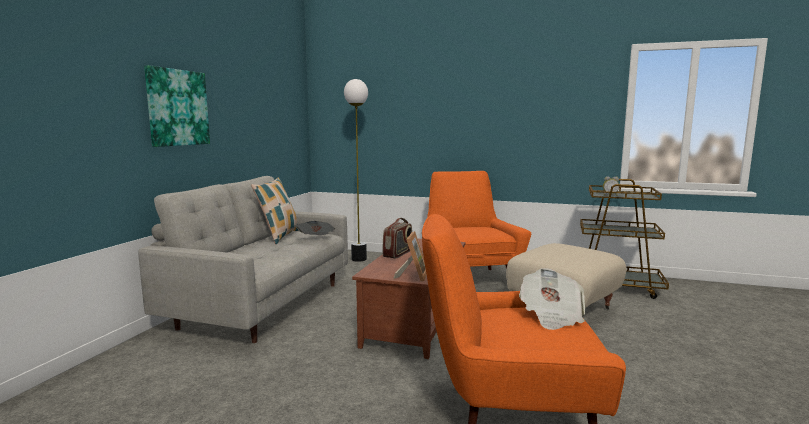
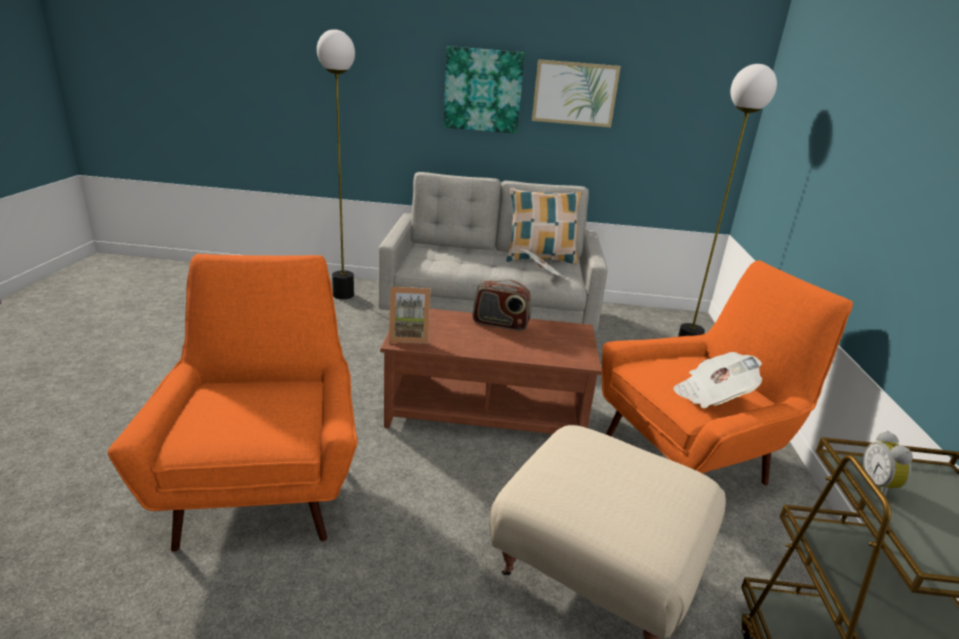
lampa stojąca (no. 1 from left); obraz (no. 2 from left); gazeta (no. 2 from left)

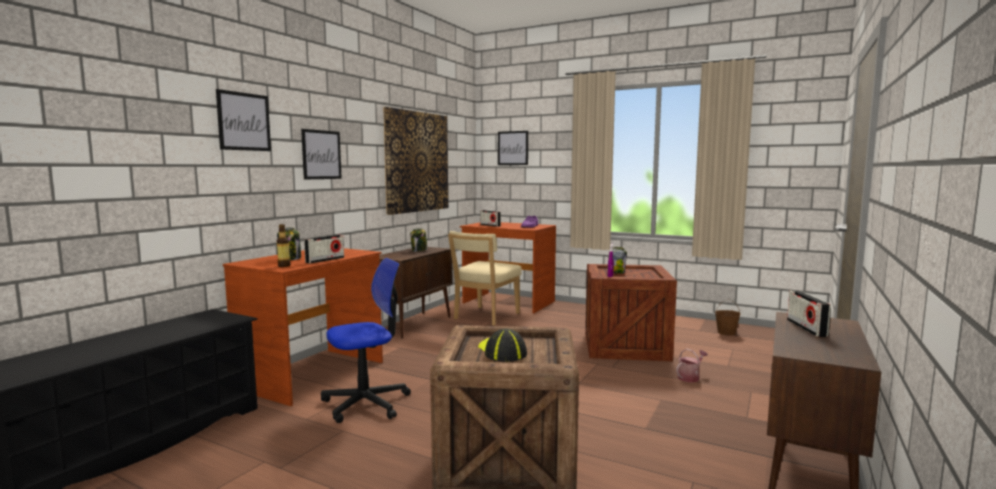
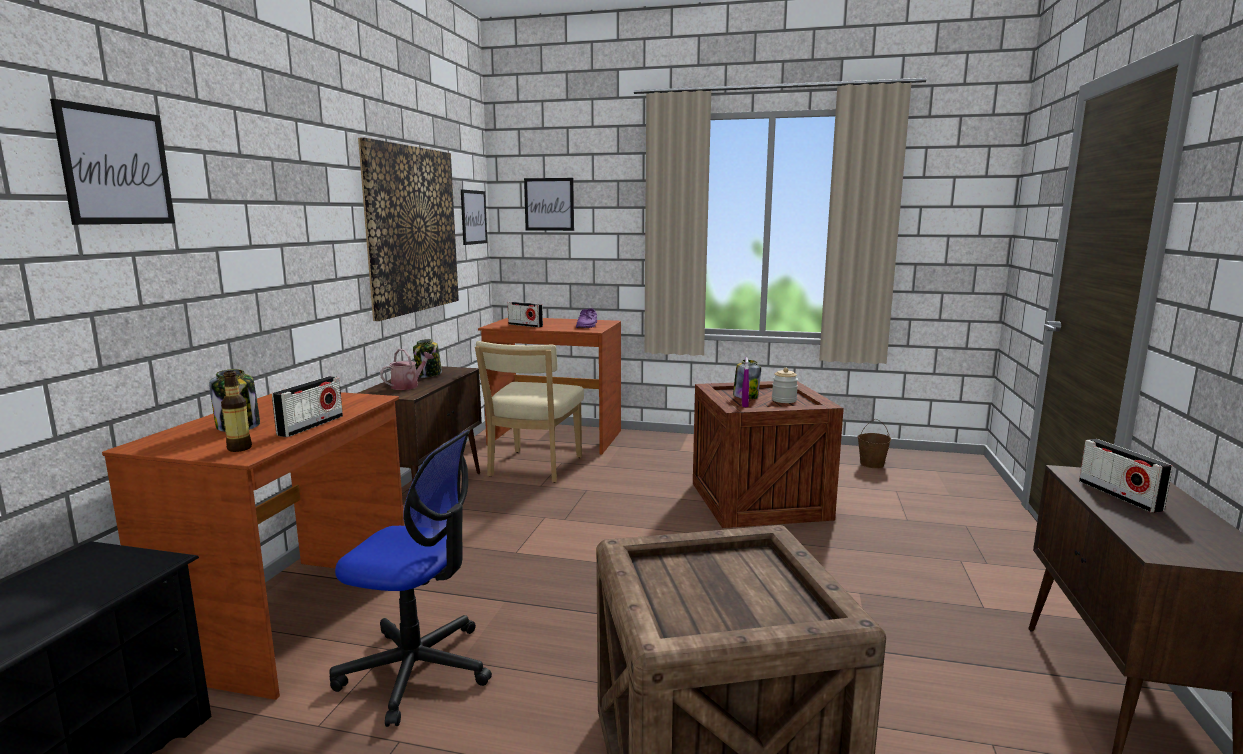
krzesło biurowe; konewka; obraz (no. 3 from left); słoik (no. 4 from left); czapka z daszkiem

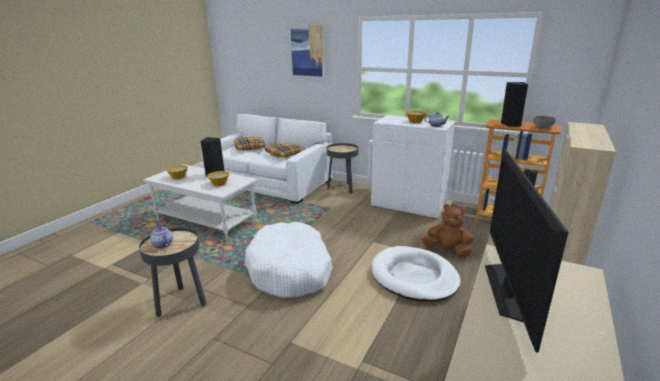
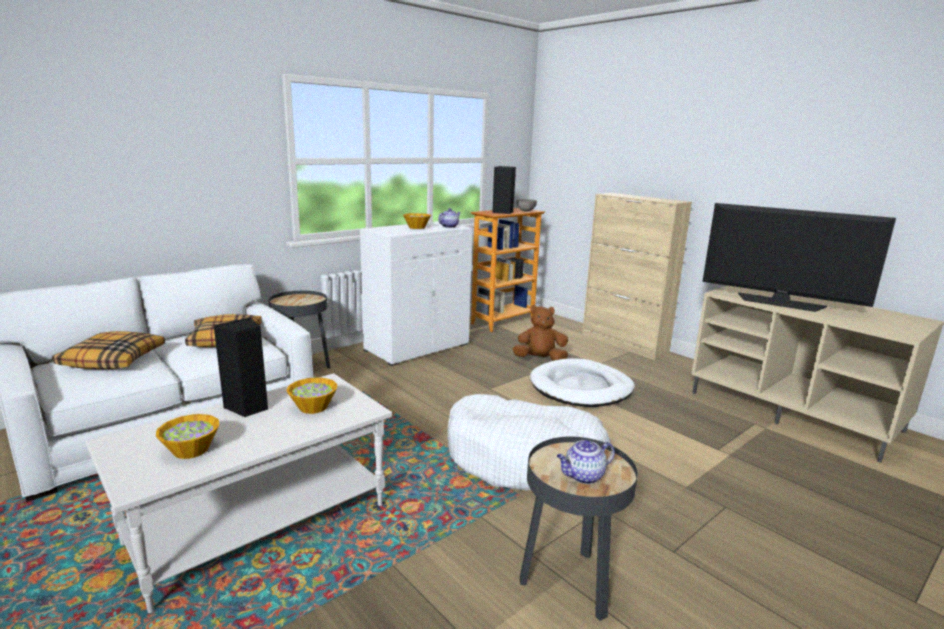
pluszak/brązowy; obraz

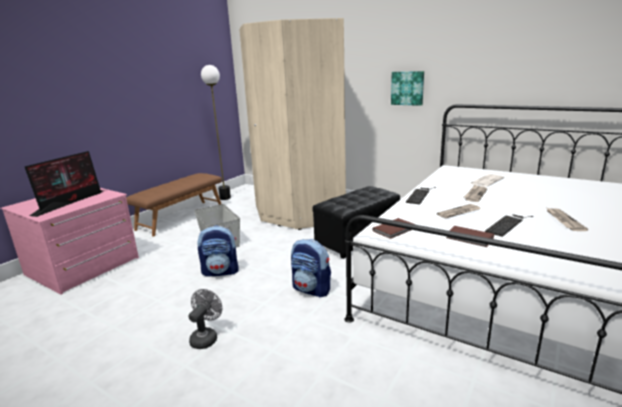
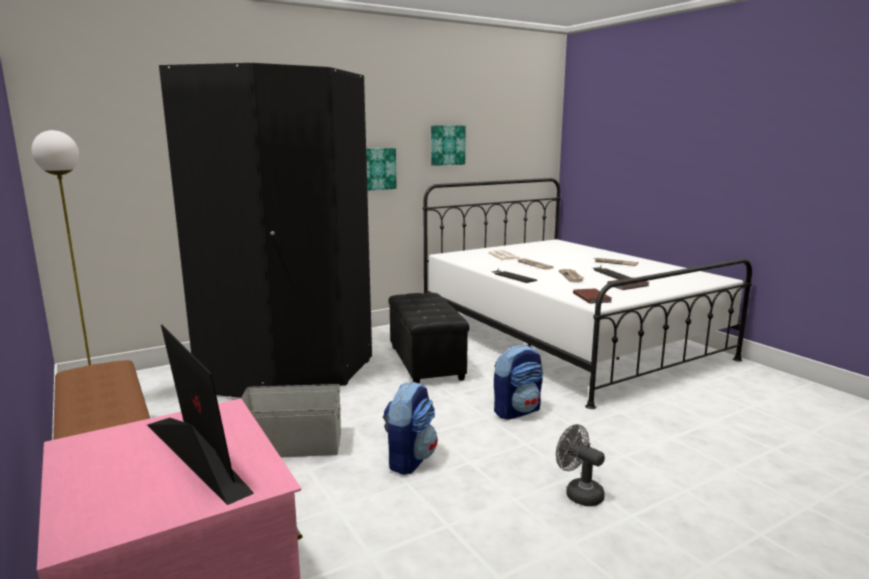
szafa/czarny; obraz (no. 2 from left)

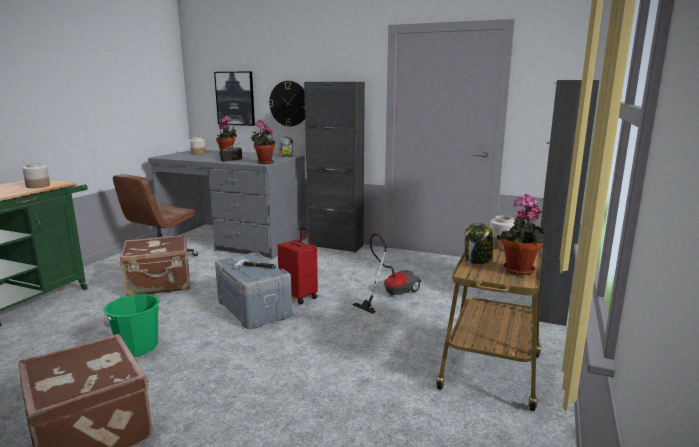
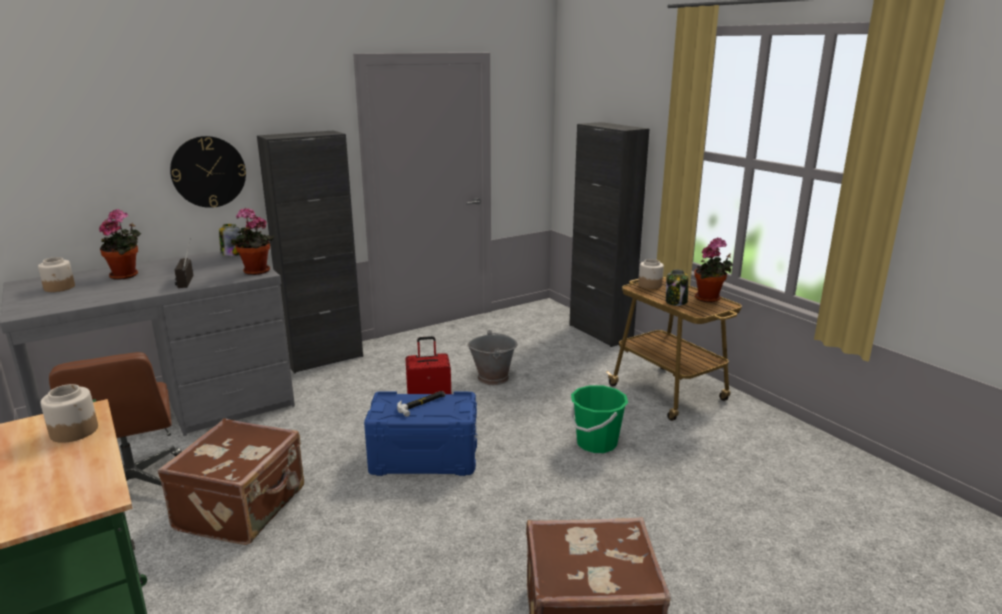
pojemnik do przechowywania/niebieski; wiadro/szary; wiadro/zielony; obraz

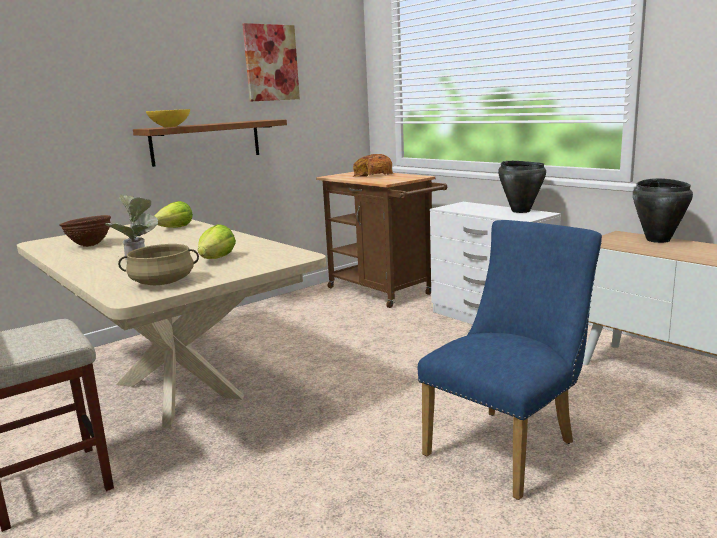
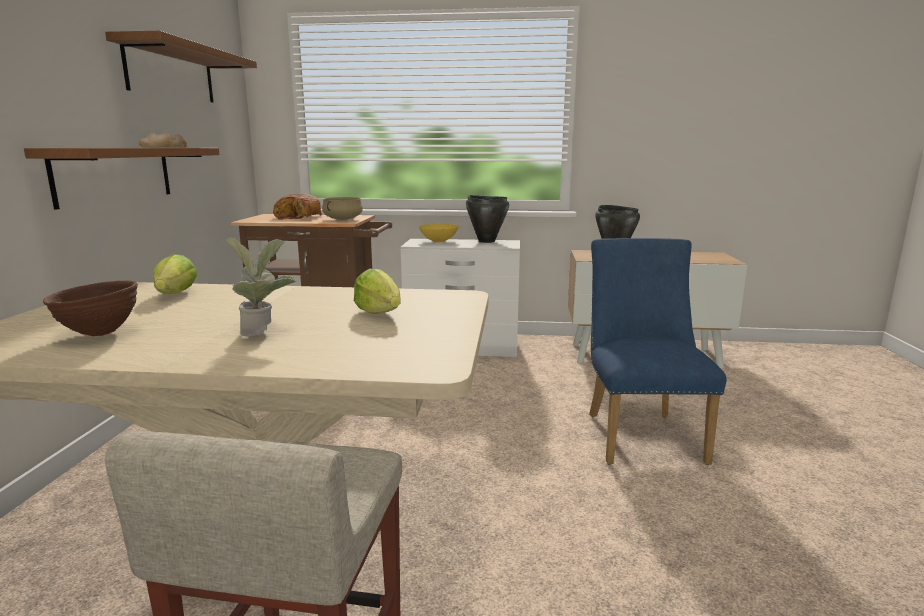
półka (no. 2 from left); chleb (no. 1 from left); garnek/beżowy; miska/żółty

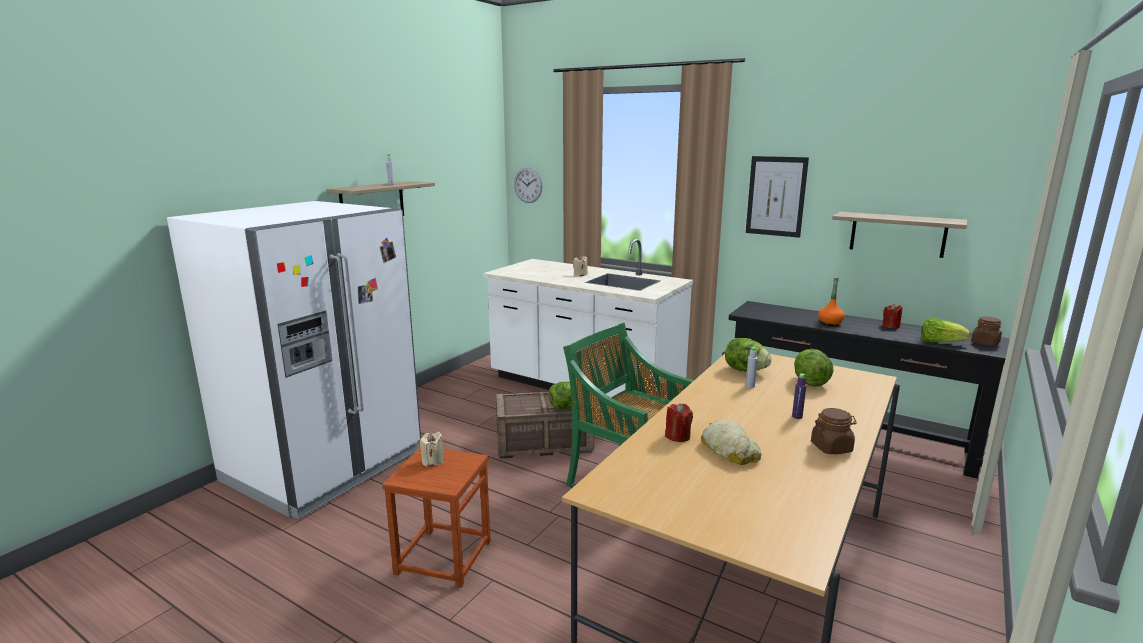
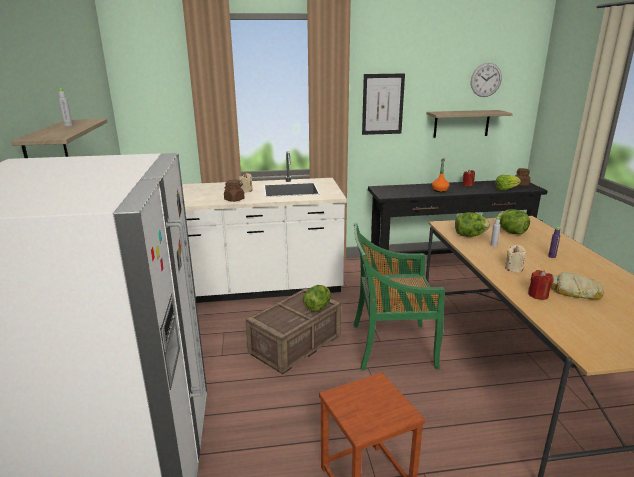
słoik/brązowy (no. 1 from left); zegar ścienny; świeca/beżowy (no. 2 from left)

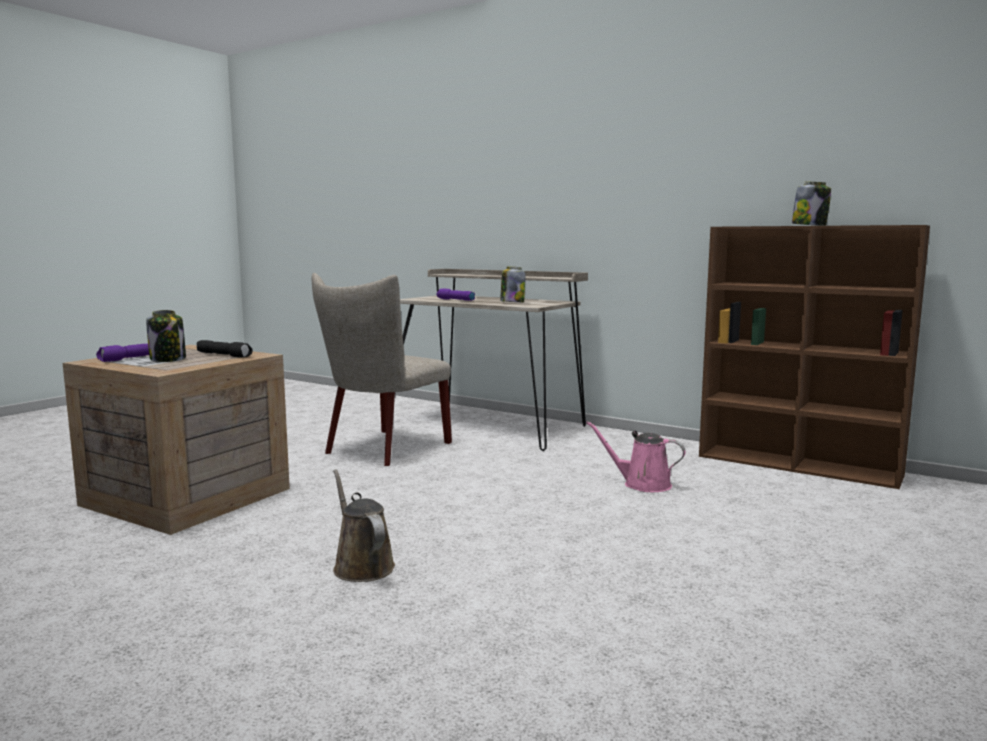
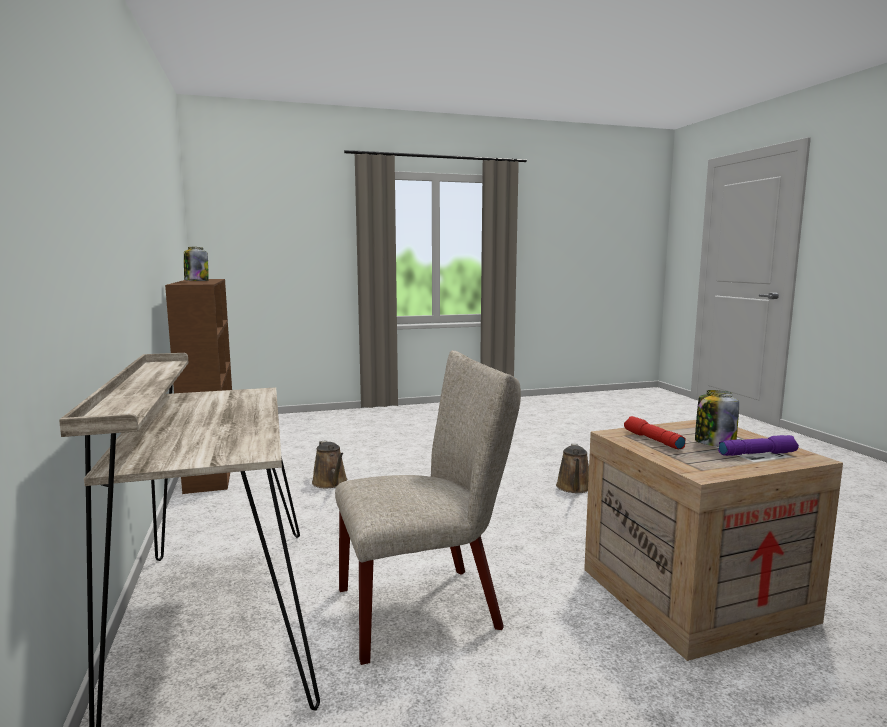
konewka/brązowy (no. 1 from left); latarka/czerwony; latarka/fioletowy (no. 2 from left in the first image); słoik (no. 2 from left in the first image)

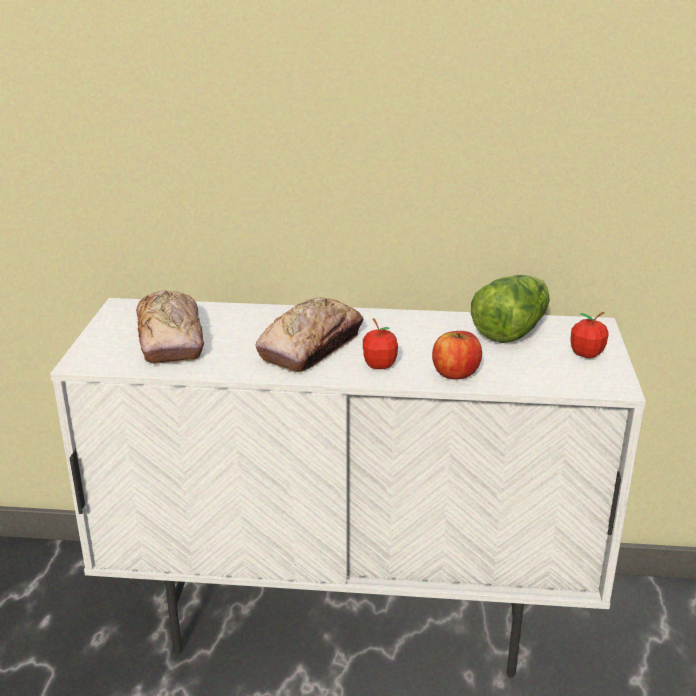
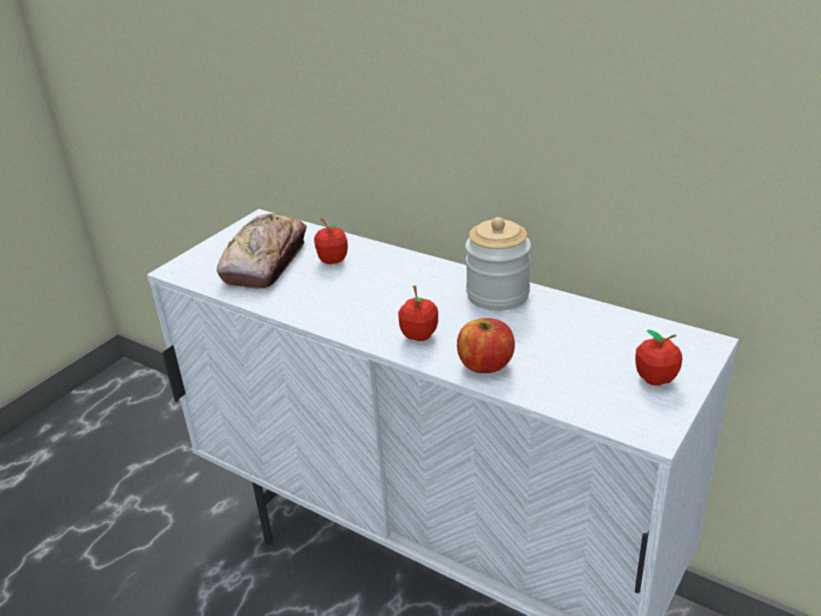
jabłko (no. 1 from left); słoik; chleb (no. 2 from left in the first image); sałata

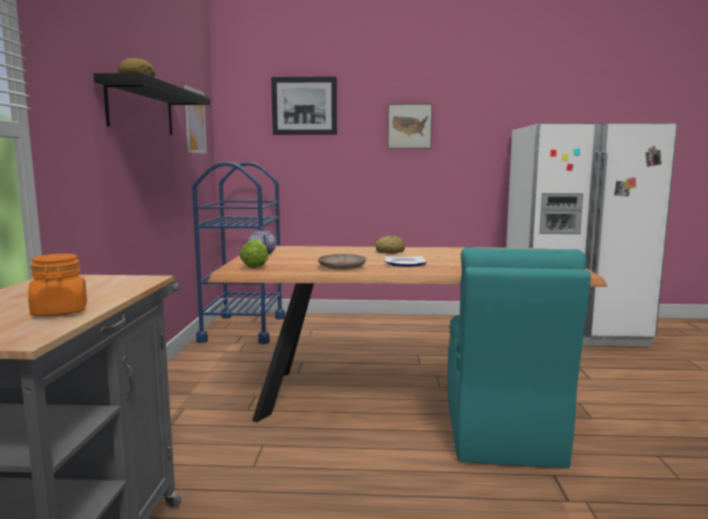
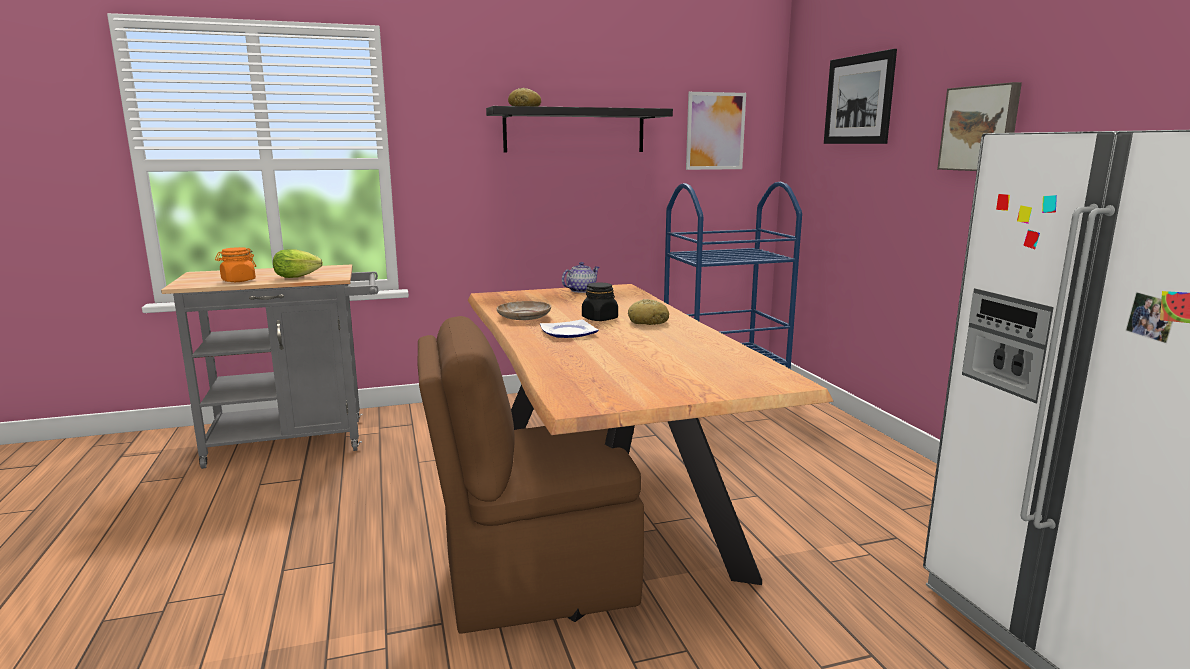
sałata; krzesło/brązowy; słoik/czarny

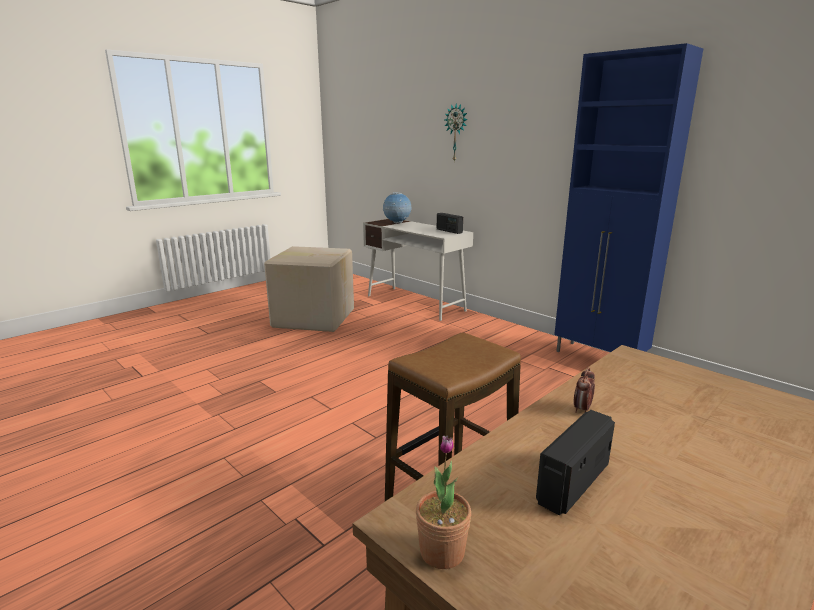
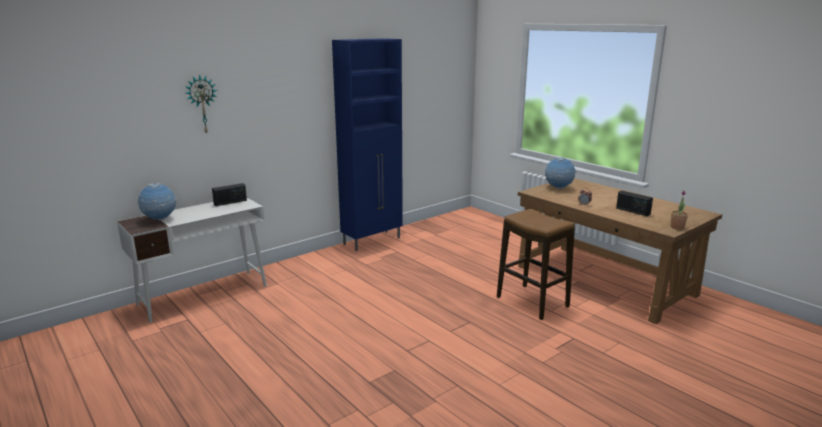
globus (no. 2 from left); karton

